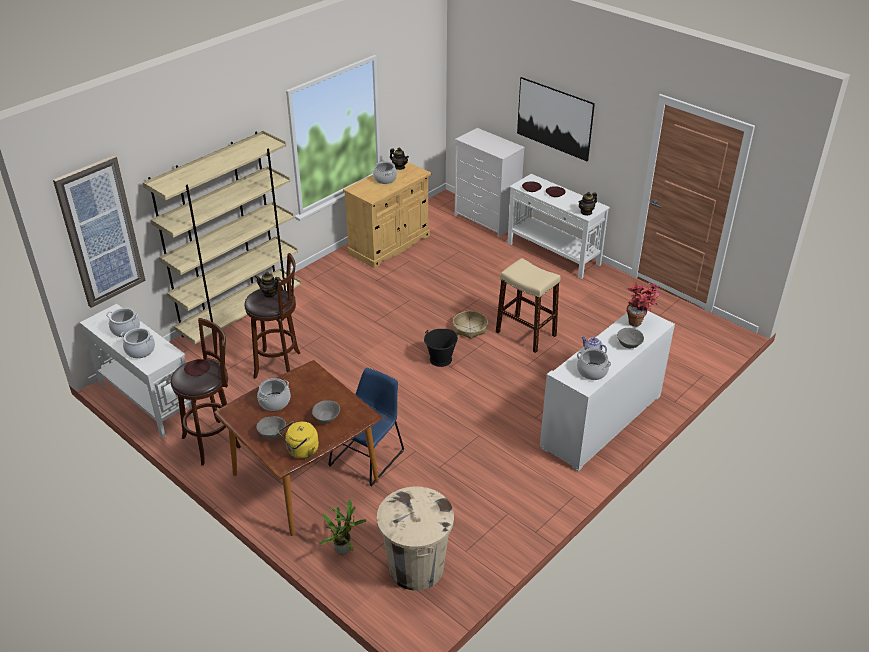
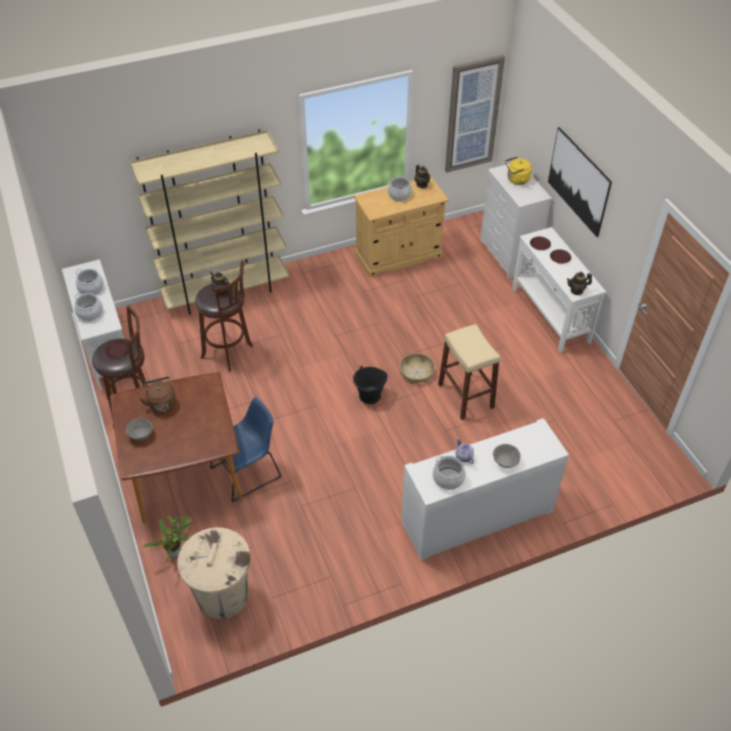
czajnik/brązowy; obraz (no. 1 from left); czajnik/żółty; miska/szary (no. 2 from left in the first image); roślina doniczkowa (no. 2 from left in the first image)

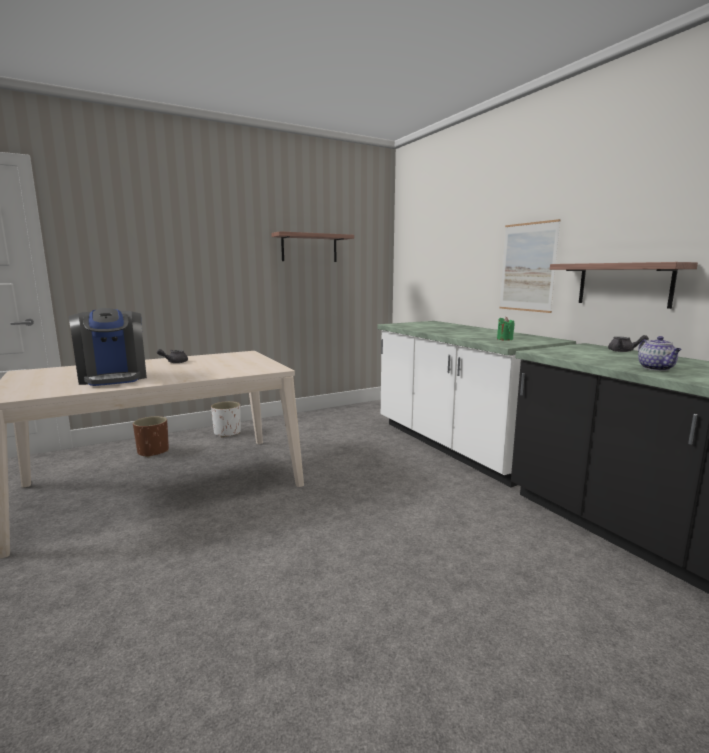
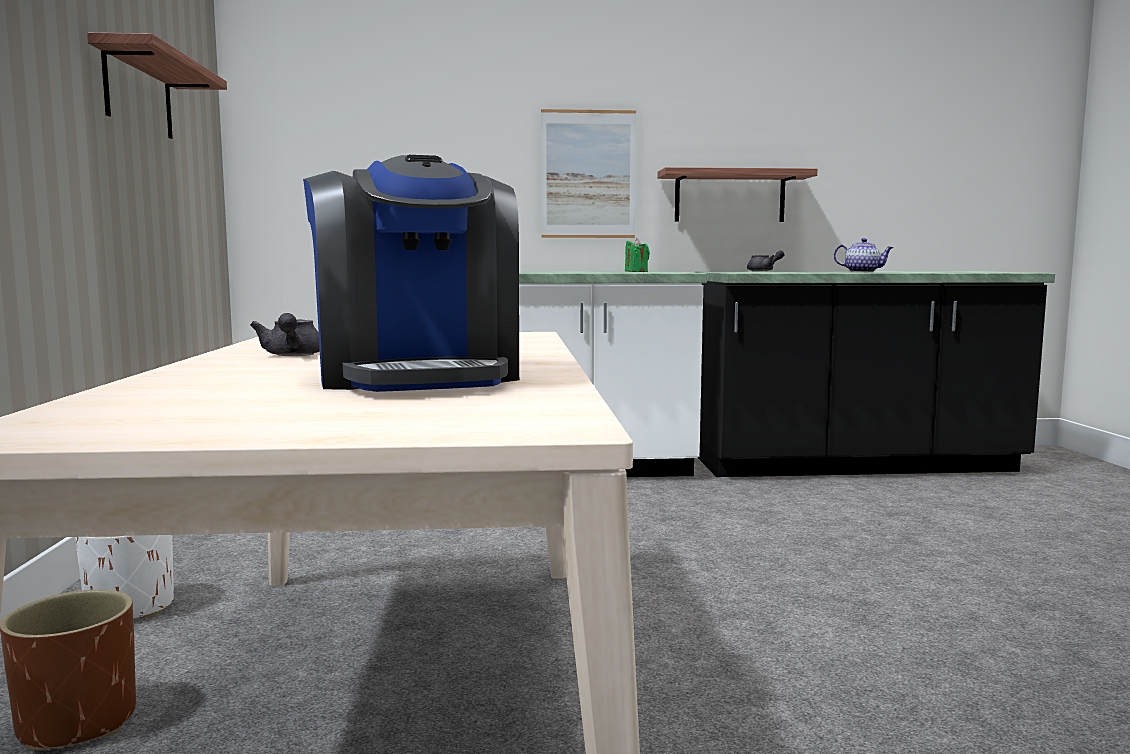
ekspres do kawy

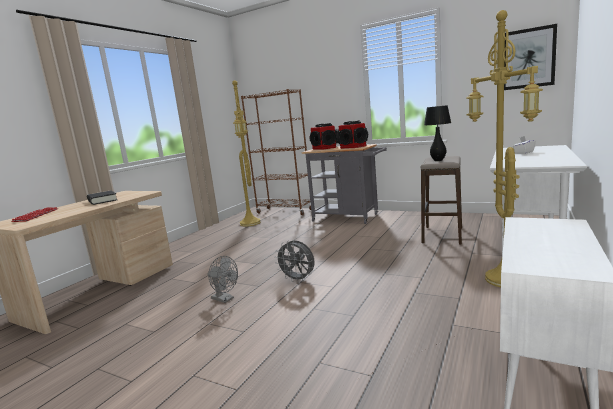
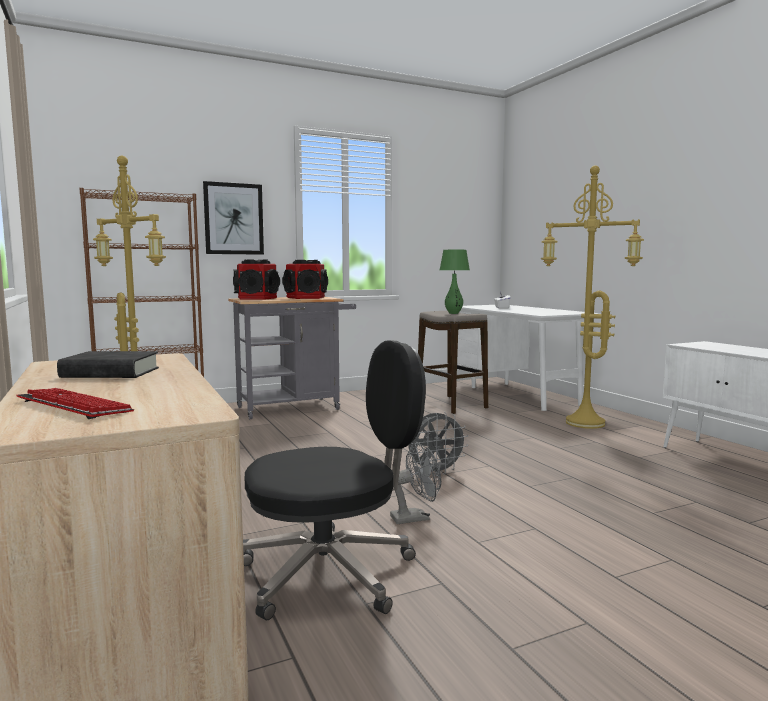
obraz; krzesło biurowe/czarny; lampa stołowa/zielony

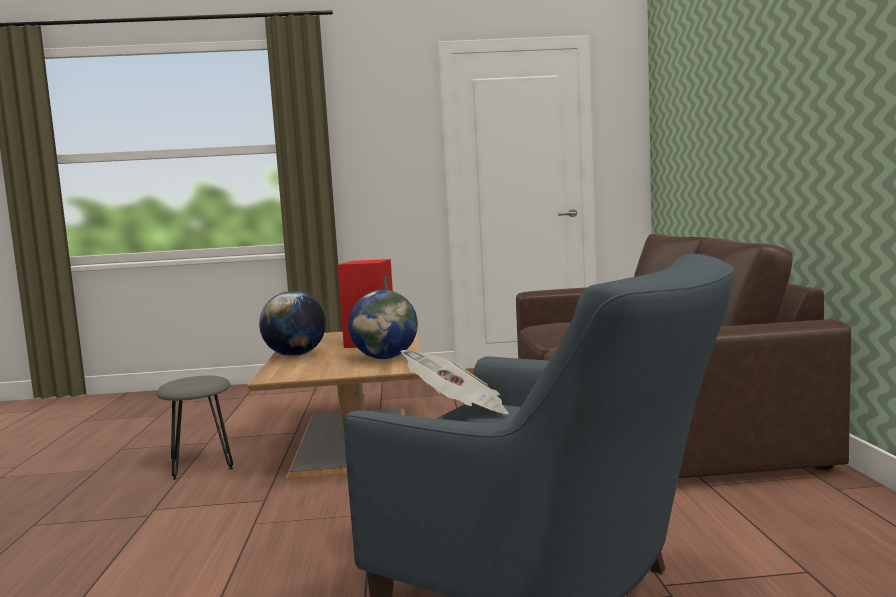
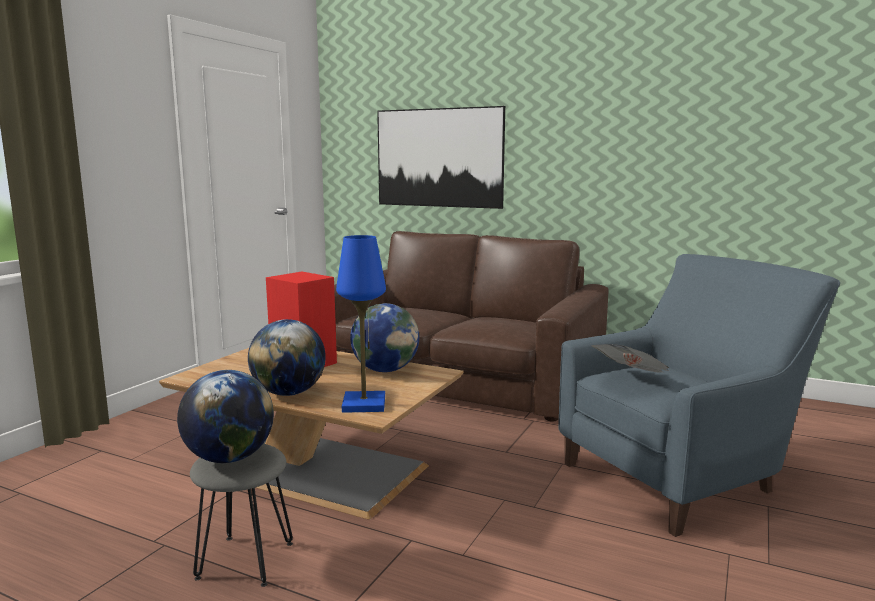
globus (no. 1 from left); lampa stołowa/niebieski; obraz

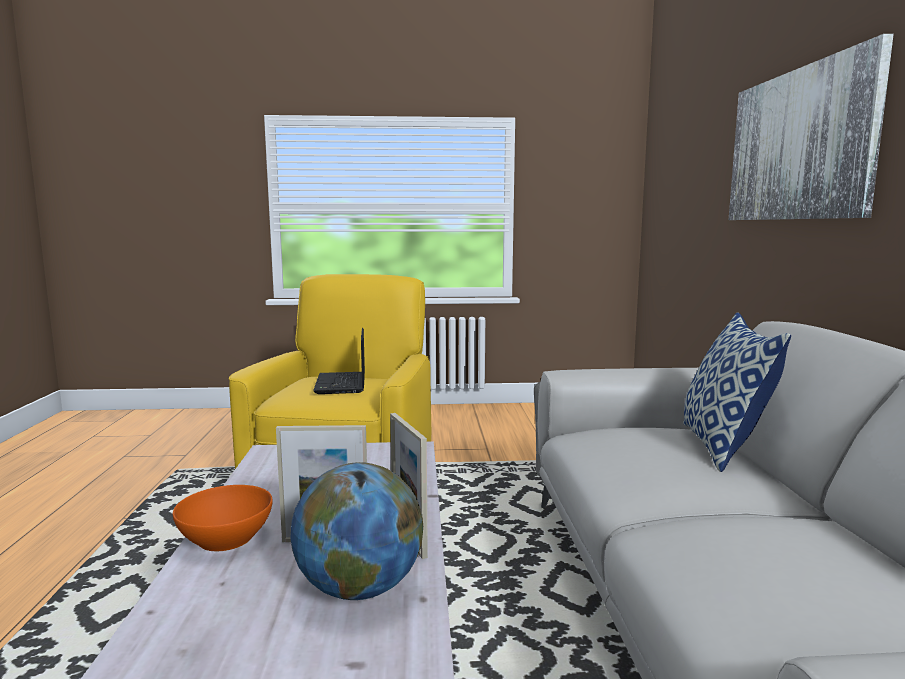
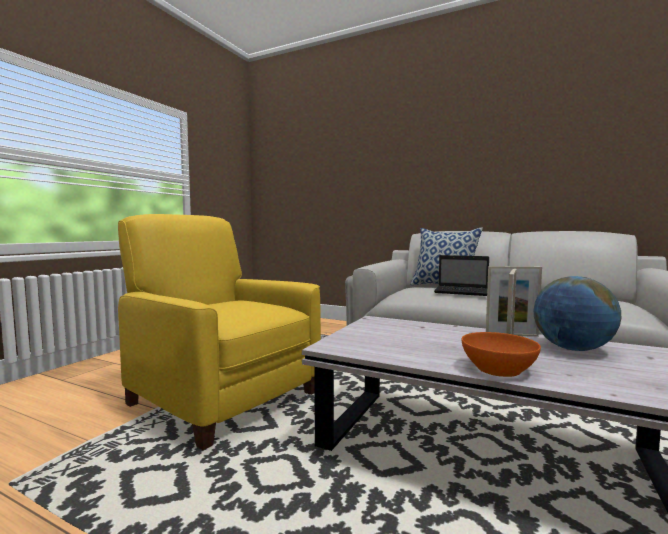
laptop; obraz

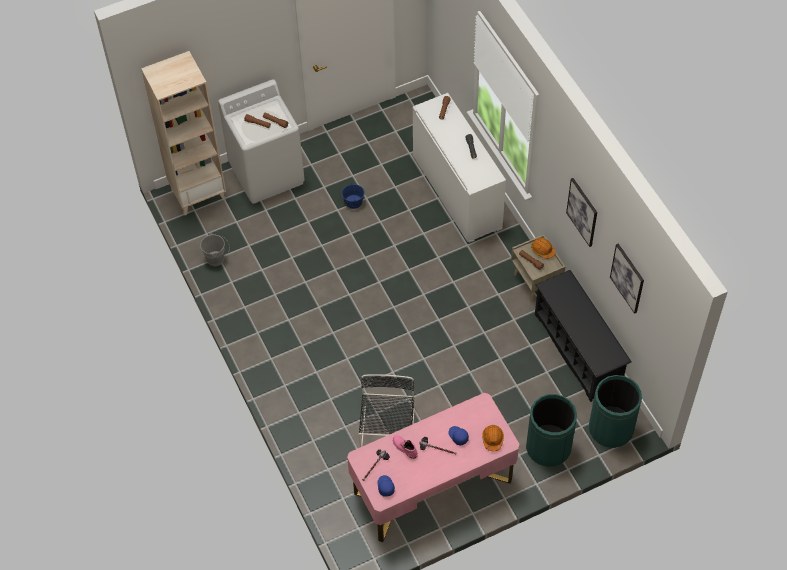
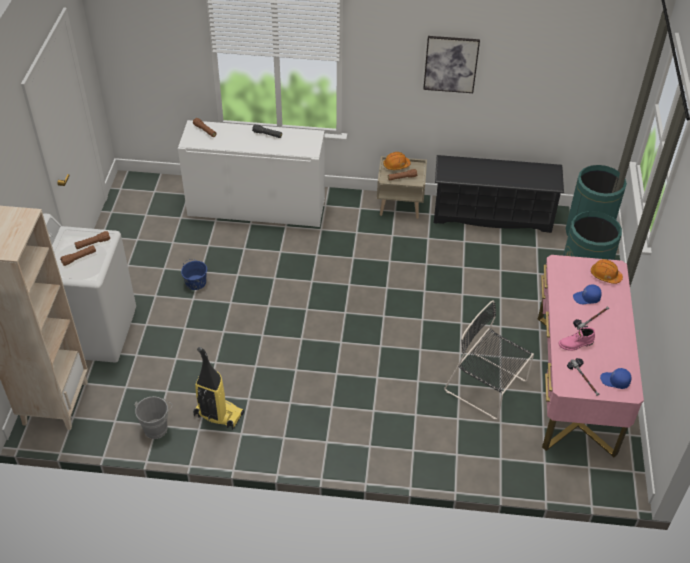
odkurzacz; obraz (no. 2 from left in the first image)

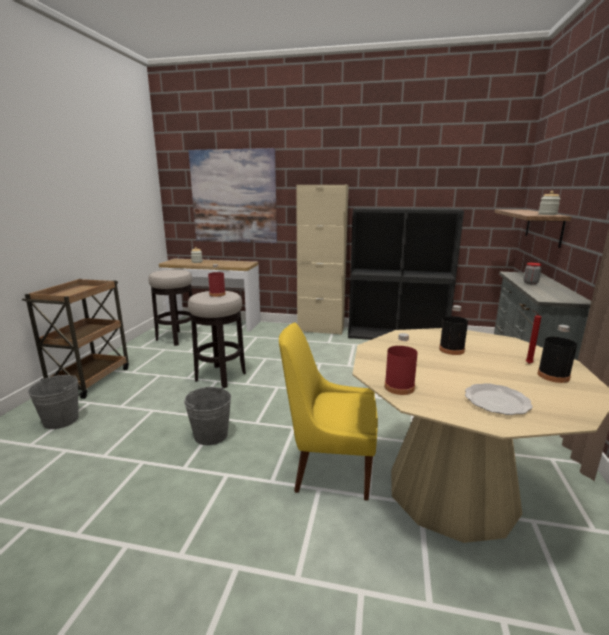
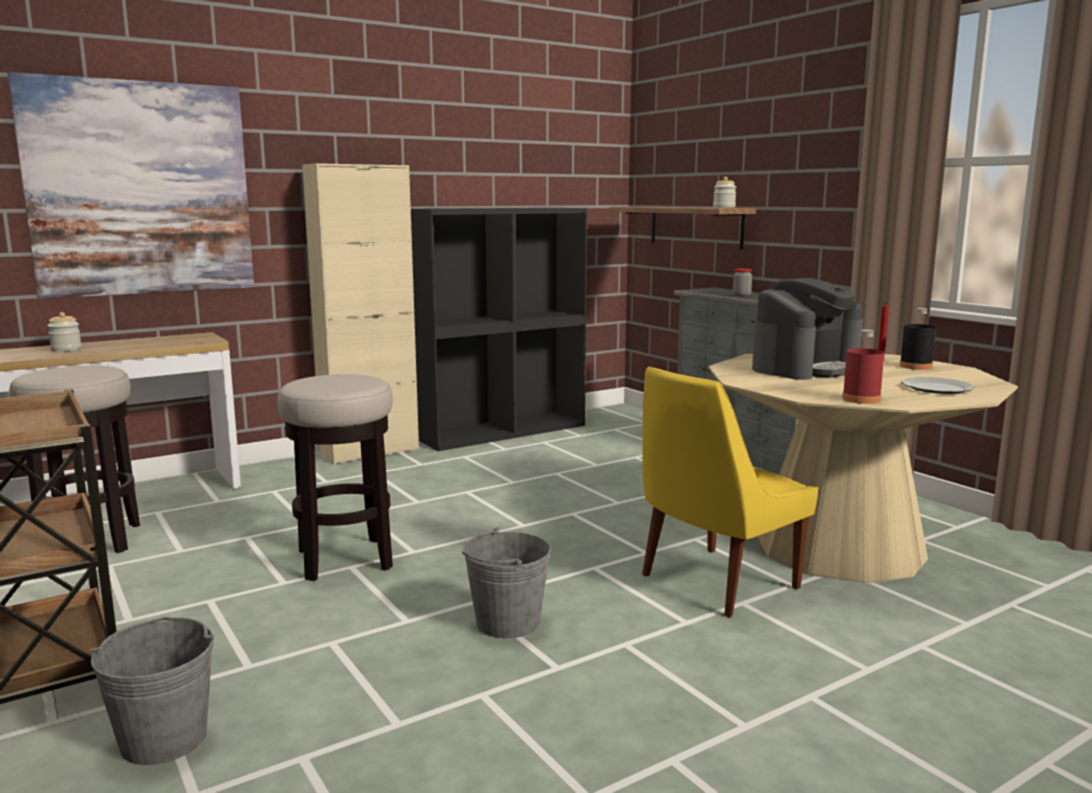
ekspres do kawy; butelka/czerwony (no. 1 from left in the first image)

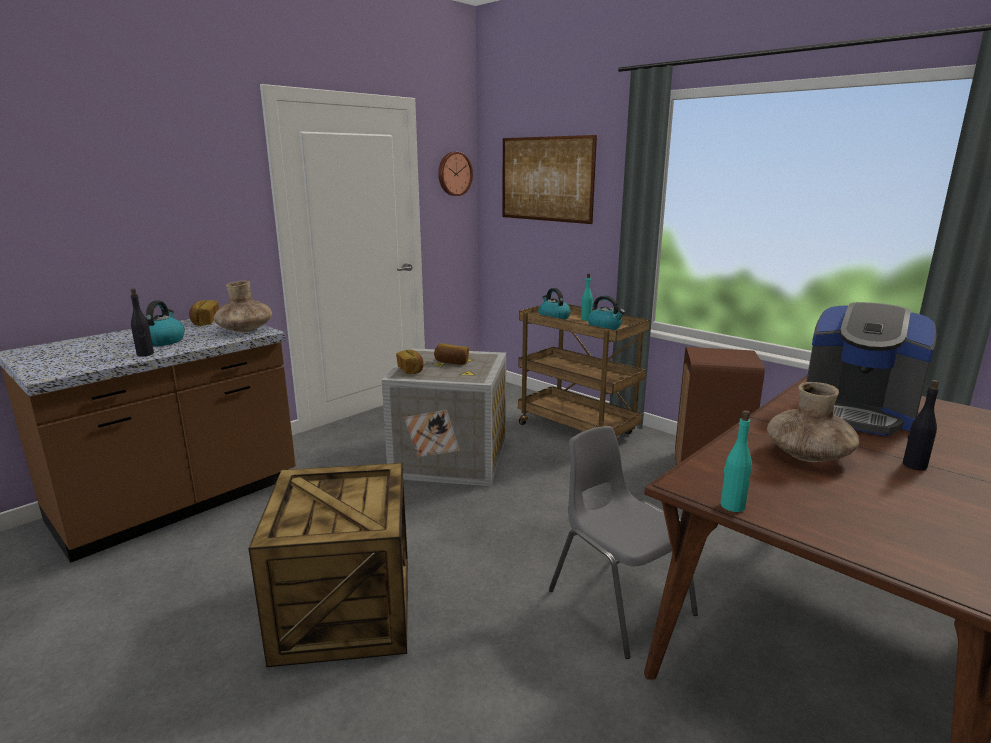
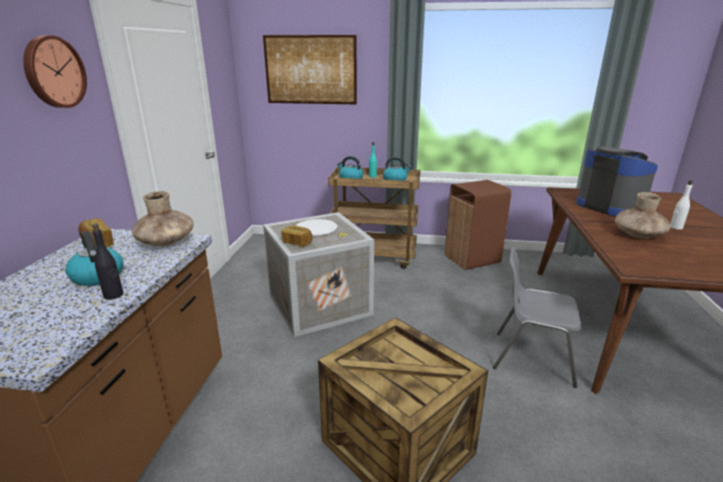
zegar ścienny; talerz/biały; ekspres do kawy; butelka/biały; butelka/turkusowy (no. 2 from left in the first image)

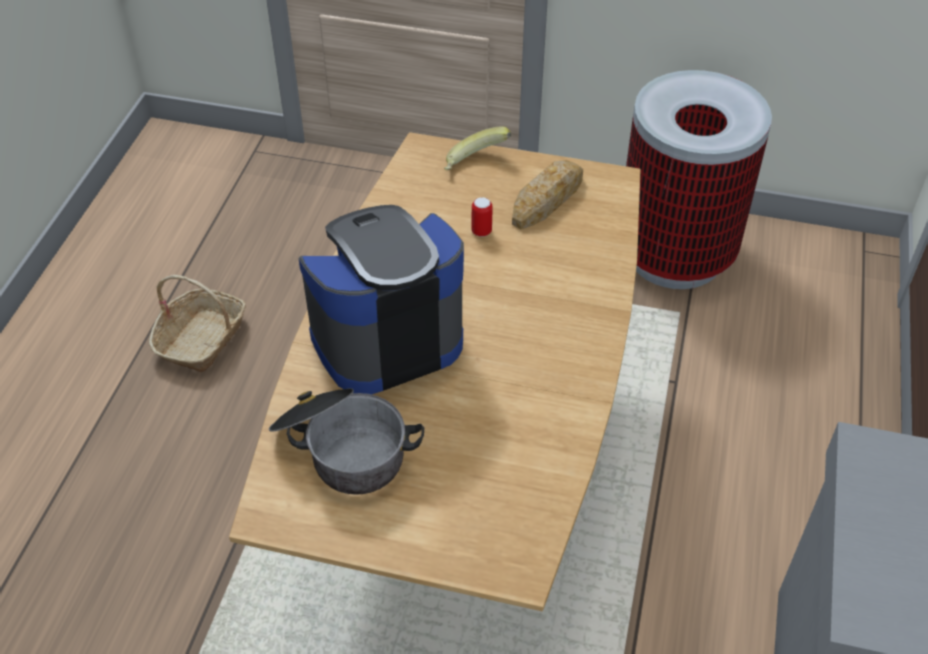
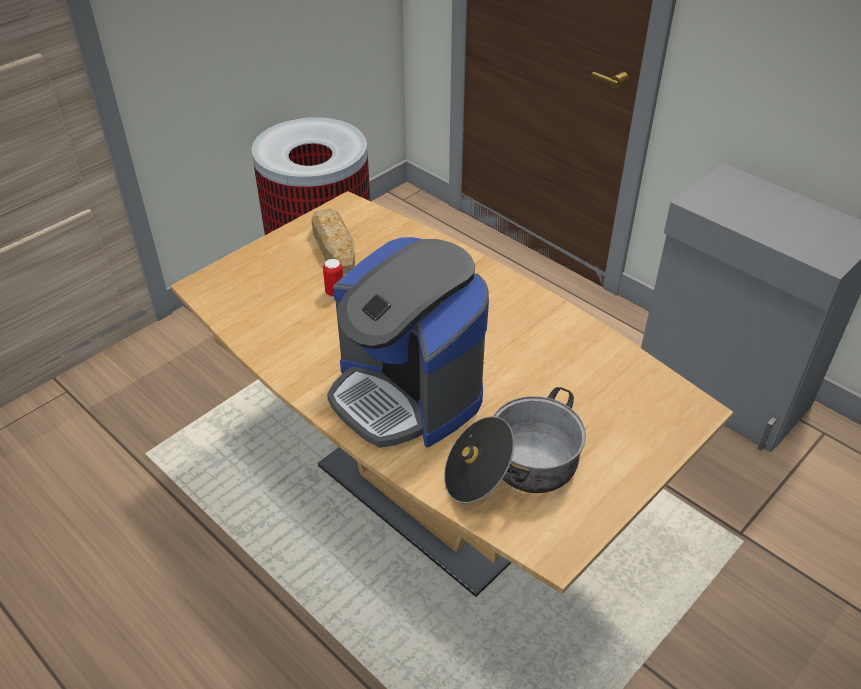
ekspres do kawy; koszyk; banan

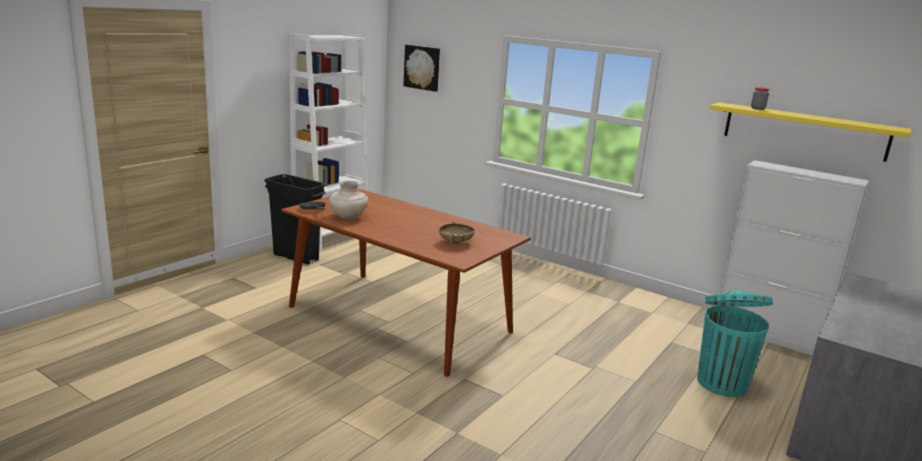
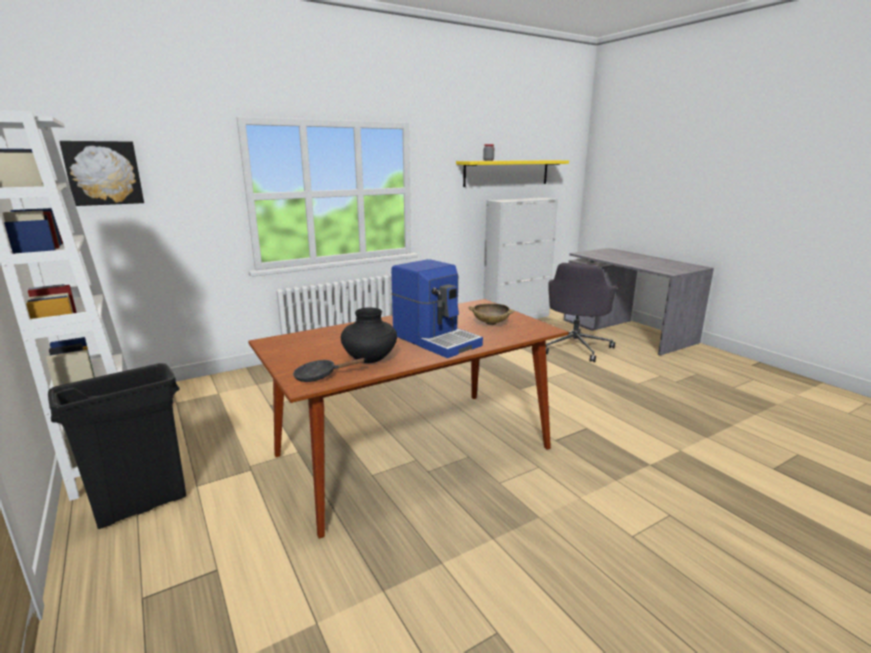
wazon/czarny; ekspres do kawy; krzesło biurowe/szary

